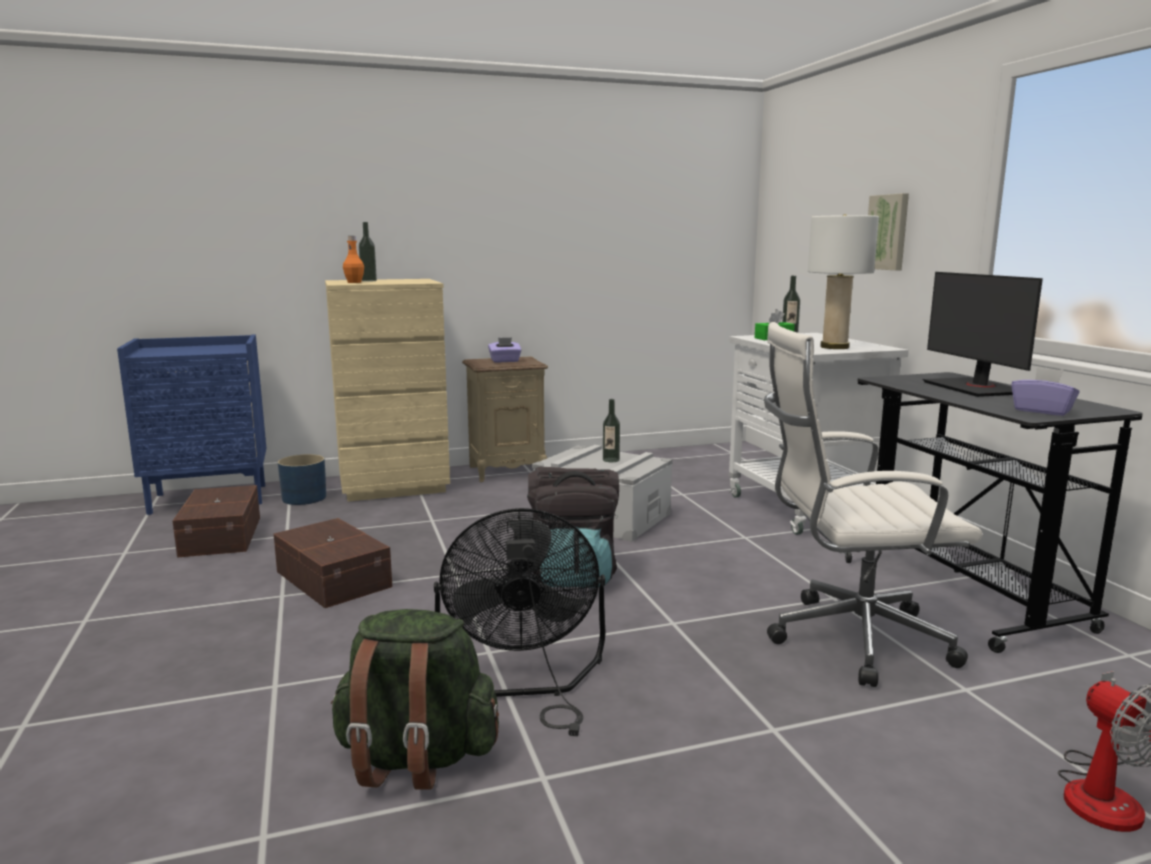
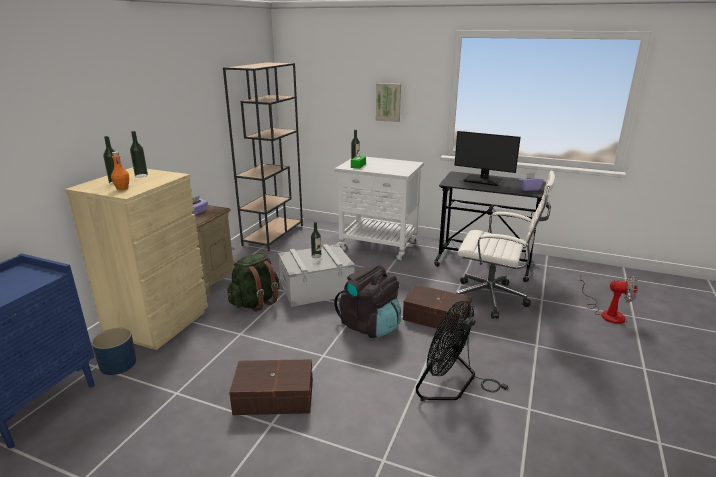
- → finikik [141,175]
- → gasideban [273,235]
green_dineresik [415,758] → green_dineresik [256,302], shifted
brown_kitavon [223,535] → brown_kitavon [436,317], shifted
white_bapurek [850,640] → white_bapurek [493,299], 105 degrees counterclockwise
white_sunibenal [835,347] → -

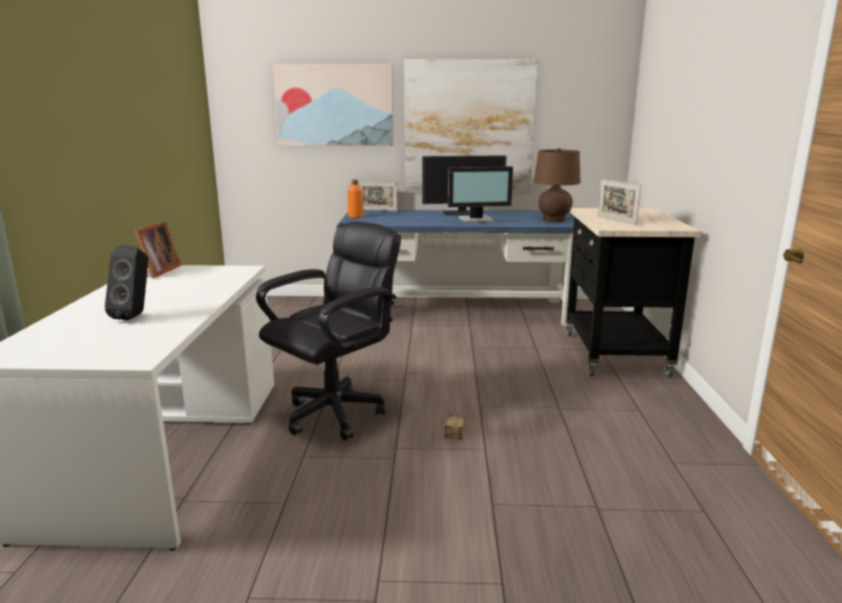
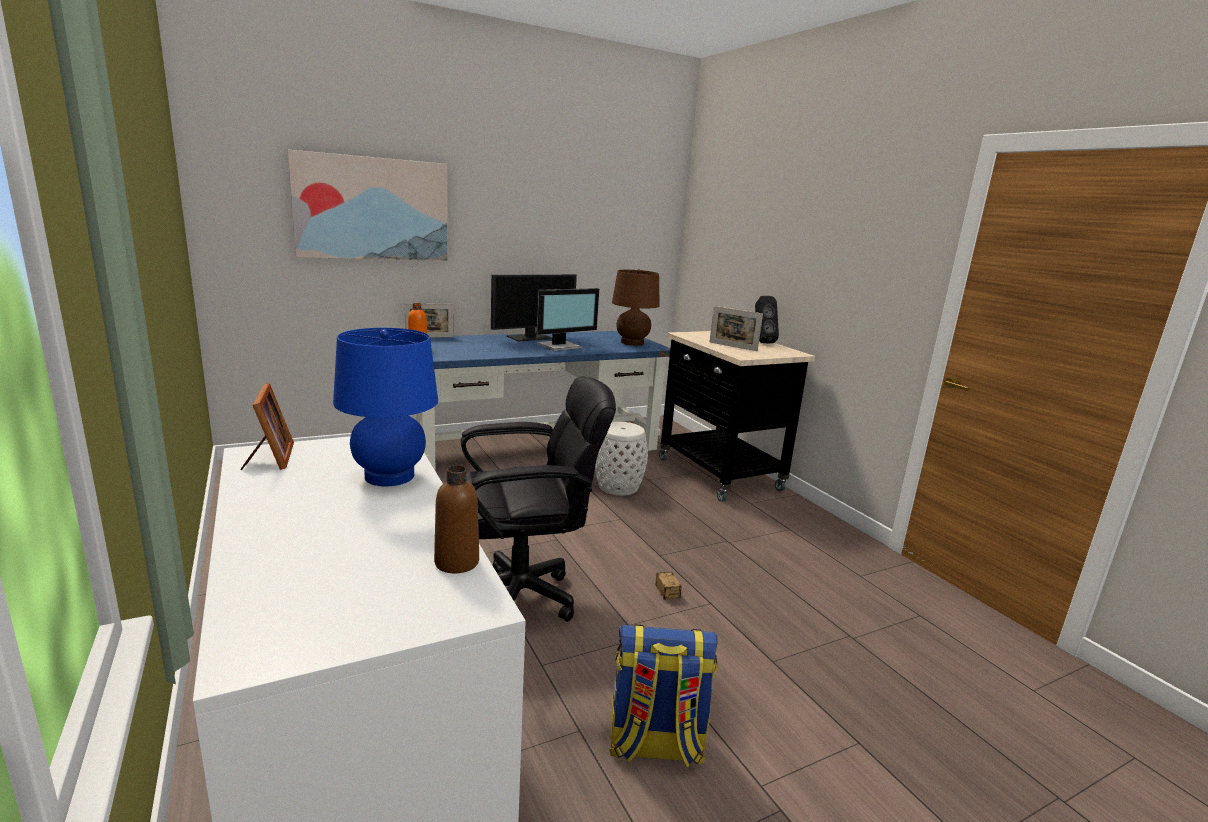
- → blue_sunibenal [389,476]
- → brown_finikik [457,562]
black_bapurek [337,412] → black_bapurek [525,597], 60 degrees clockwise
- → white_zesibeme [618,487]
- → dineresik [655,745]
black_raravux [135,316] → black_raravux [761,342], shifted
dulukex [469,128] → -

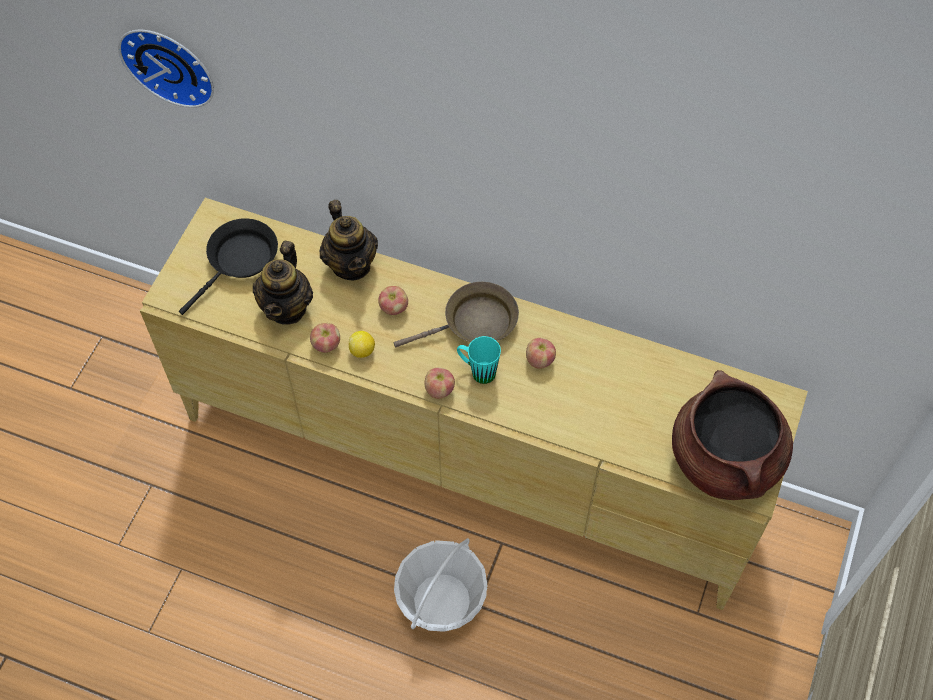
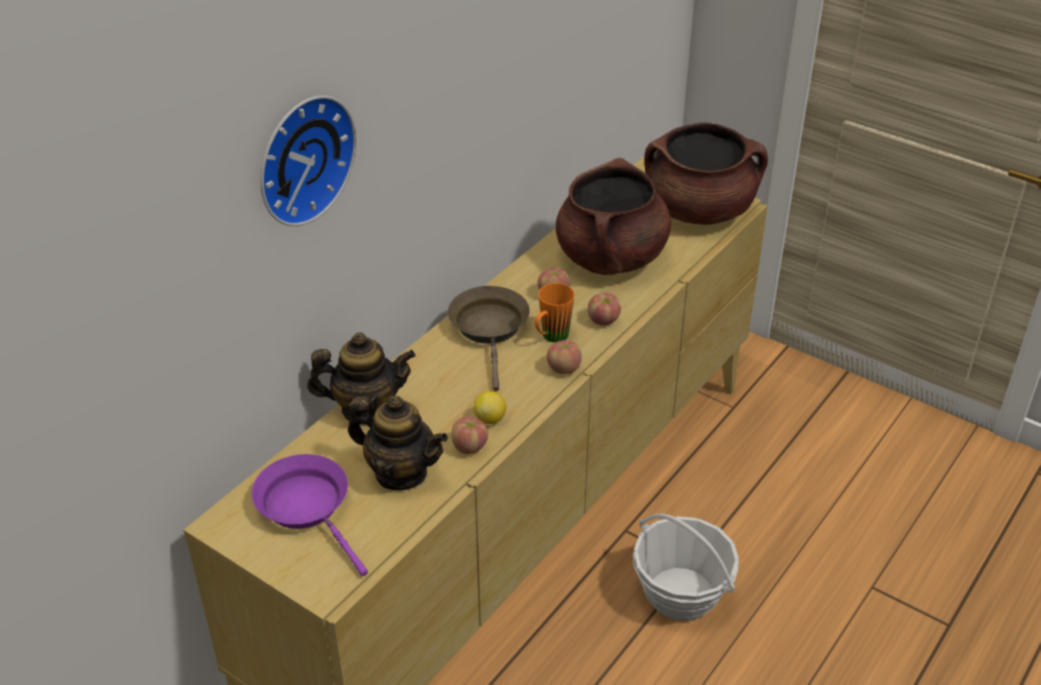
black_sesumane [239,261] → purple_sesumane [308,508]
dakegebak [170,63] → dakegebak [301,158], shifted
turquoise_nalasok [477,371] → orange_nalasok [551,338]
- → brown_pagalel [611,258]
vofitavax [394,308] → vofitavax [603,320], shifted

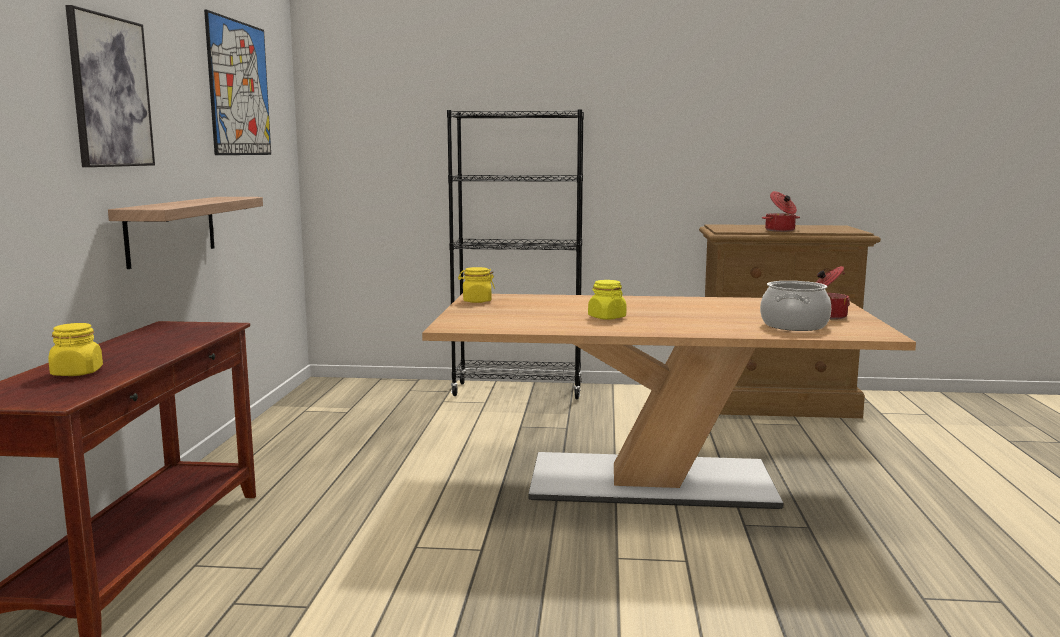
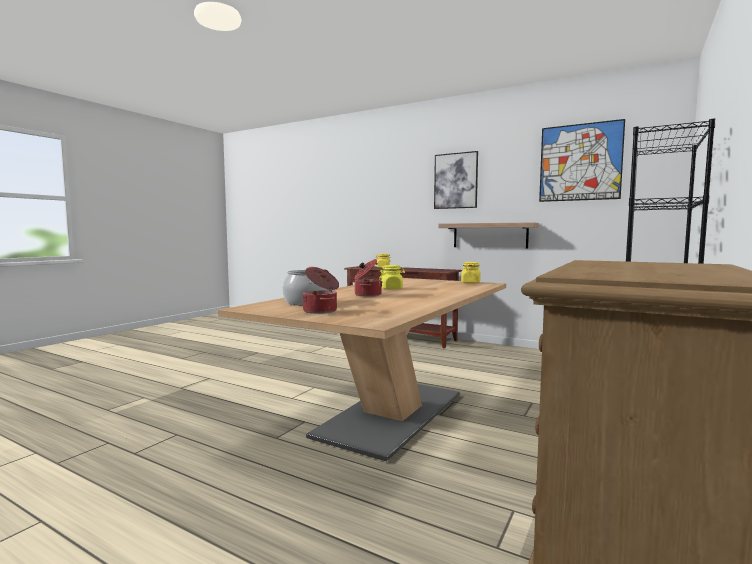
pagalel [780,230] → pagalel [367,295], shifted

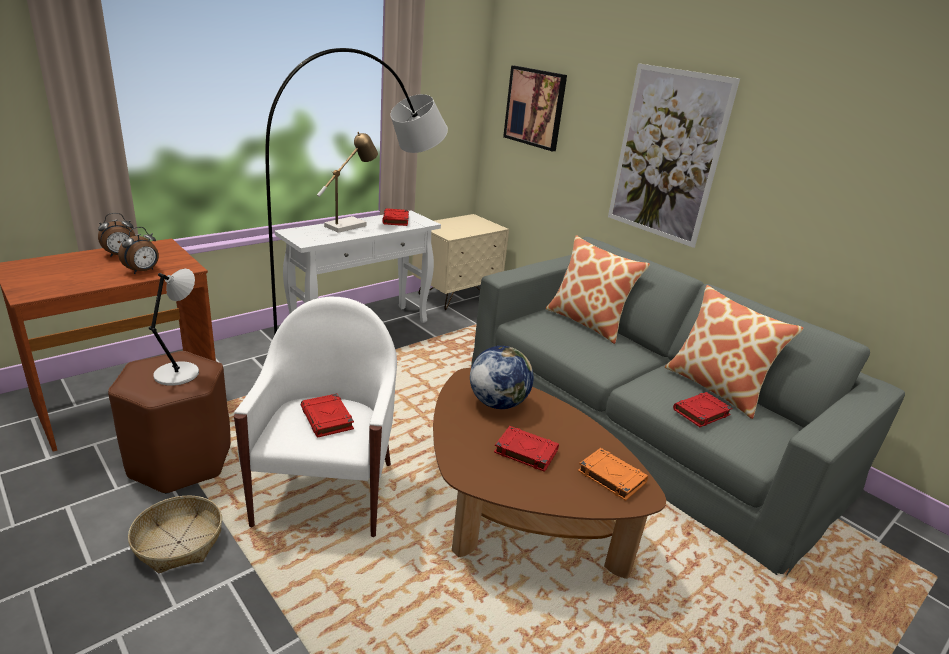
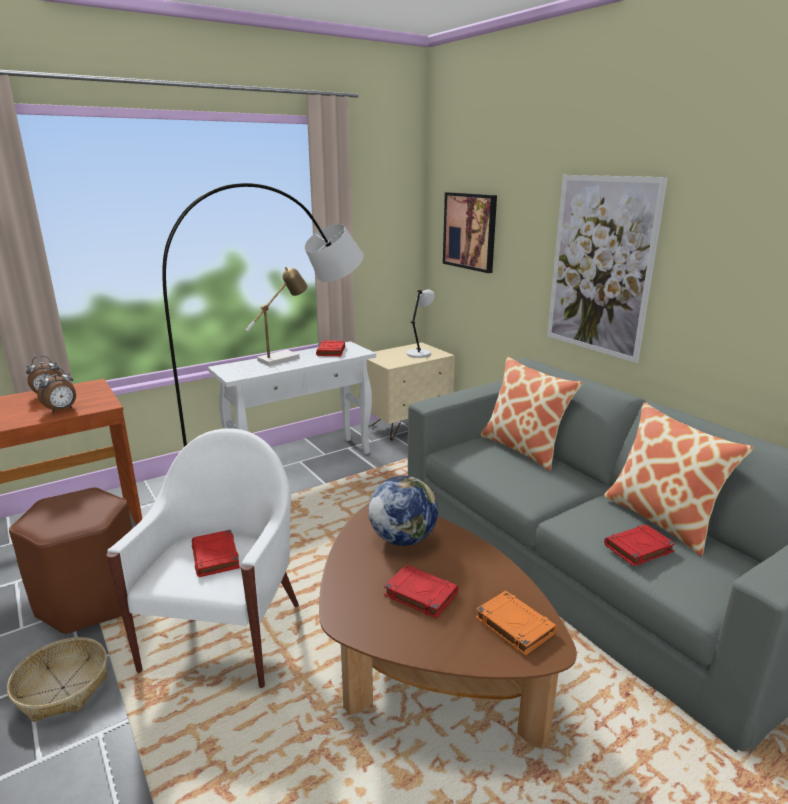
grey_sunibenal [179,373] → grey_sunibenal [419,353], shifted

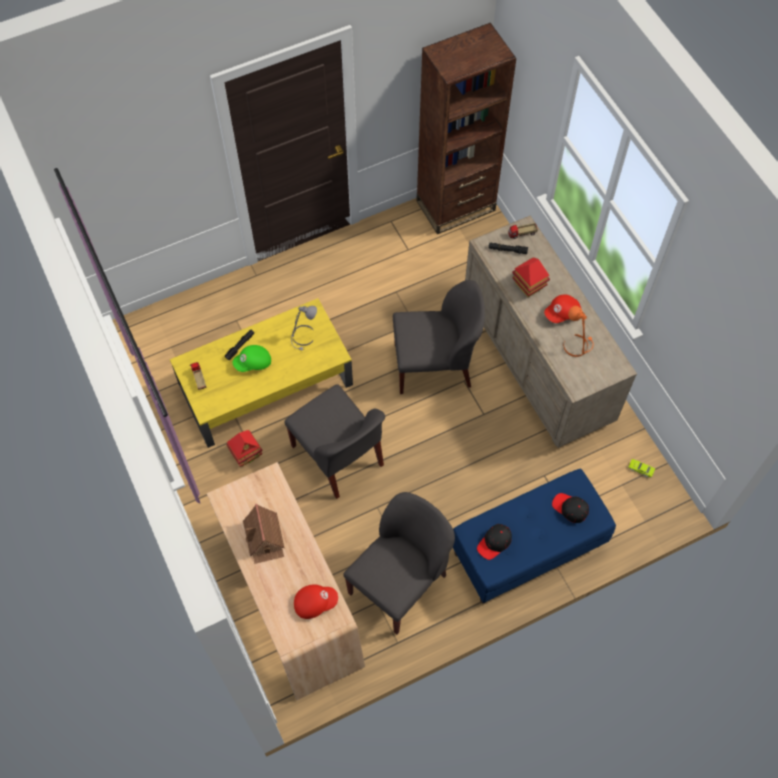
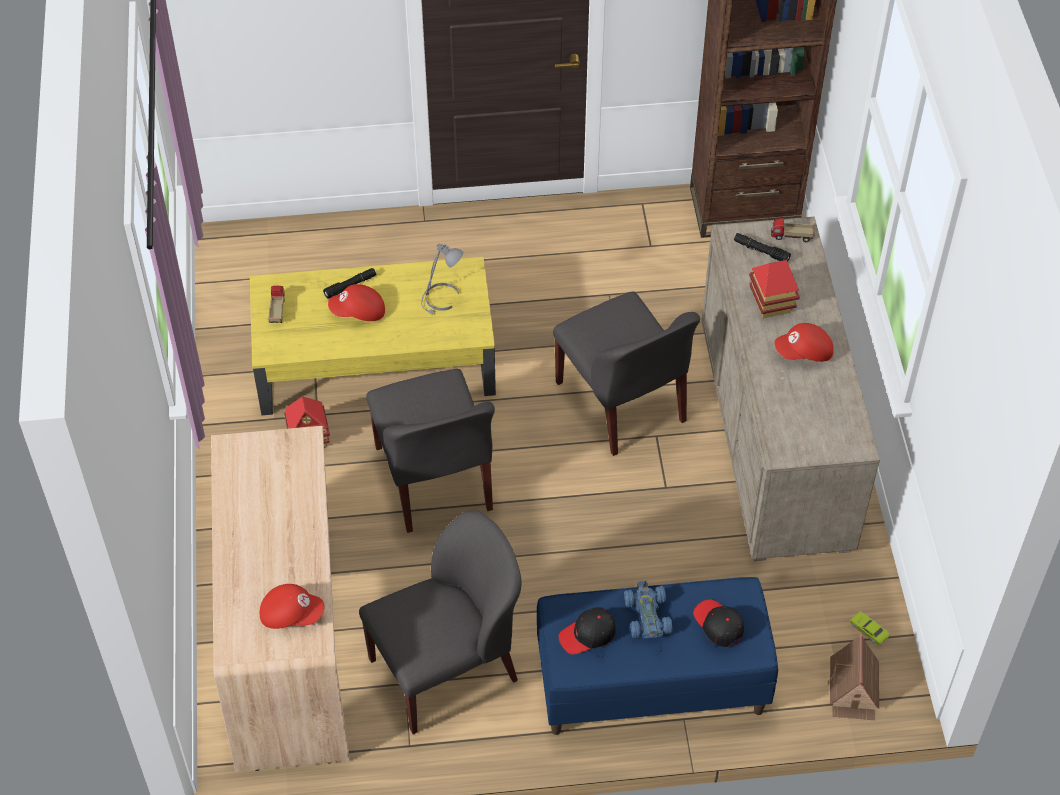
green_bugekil [253,363] → red_bugekil [358,312]
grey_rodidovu [434,365] → grey_rodidovu [622,404], 45 degrees clockwise
- → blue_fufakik [647,615]
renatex [264,538] → renatex [853,689], shifted
orange_sunibenal [576,345] → -

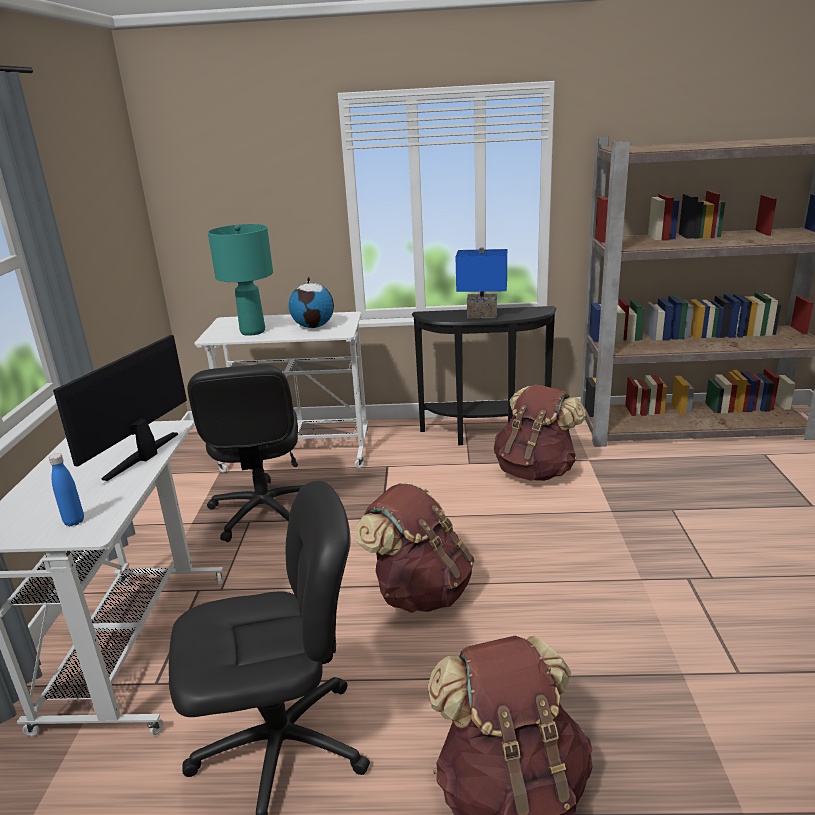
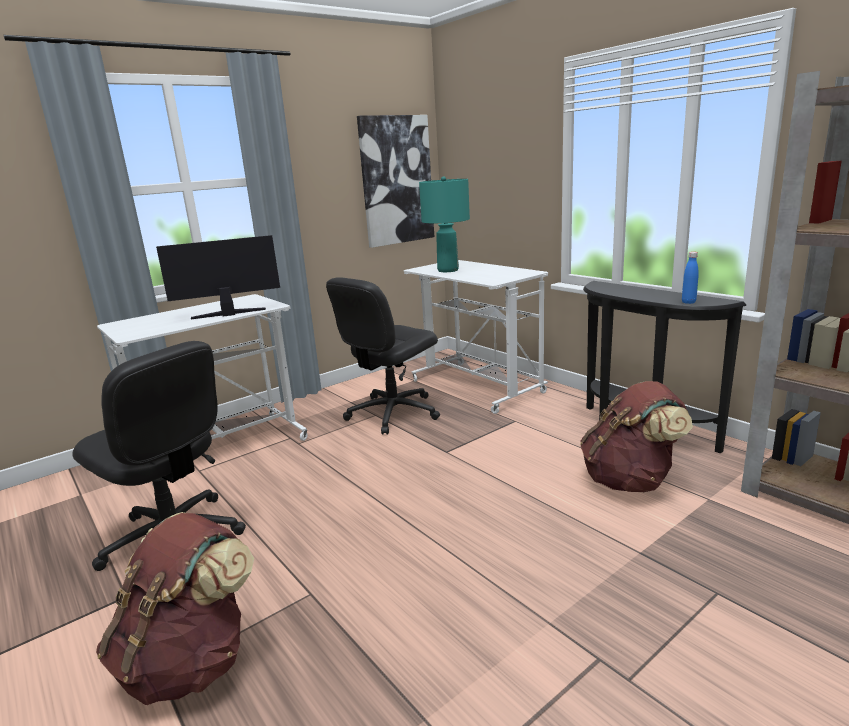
- → dulukex [396,181]
blue_finikik [74,521] → blue_finikik [688,302], shifted
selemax [314,326] → -
brown_dineresik [419,591] → -
blue_sunibenal [482,315] → -

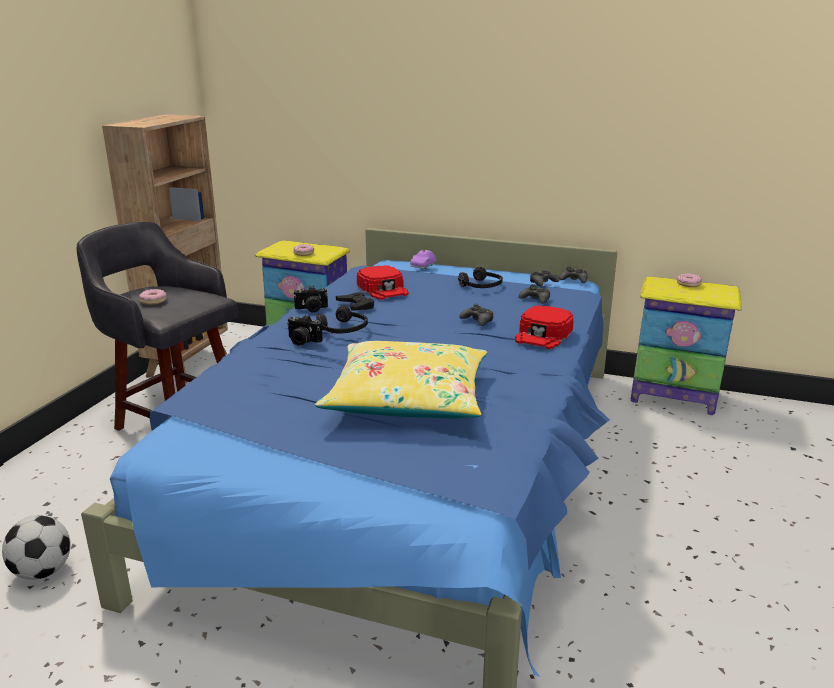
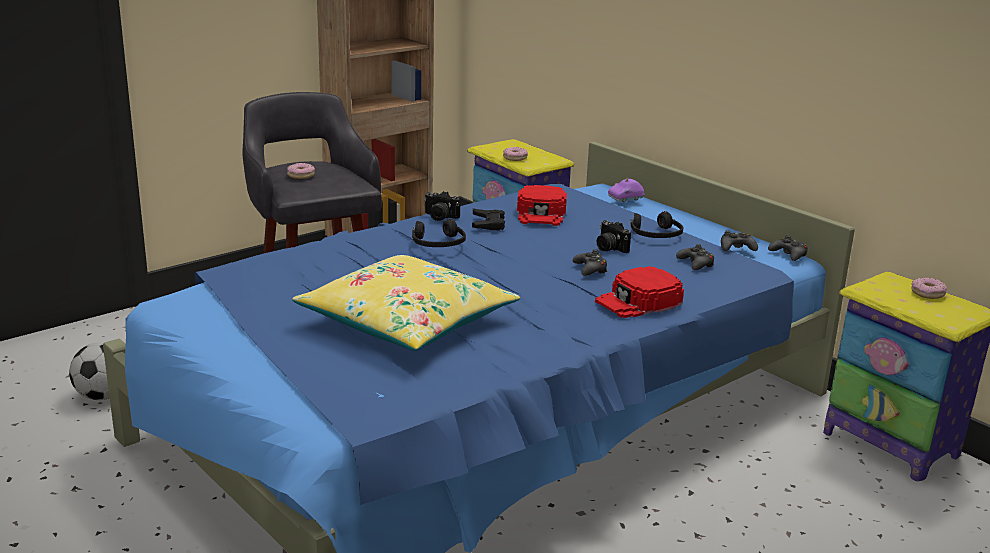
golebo [302,341] → golebo [609,248], shifted

